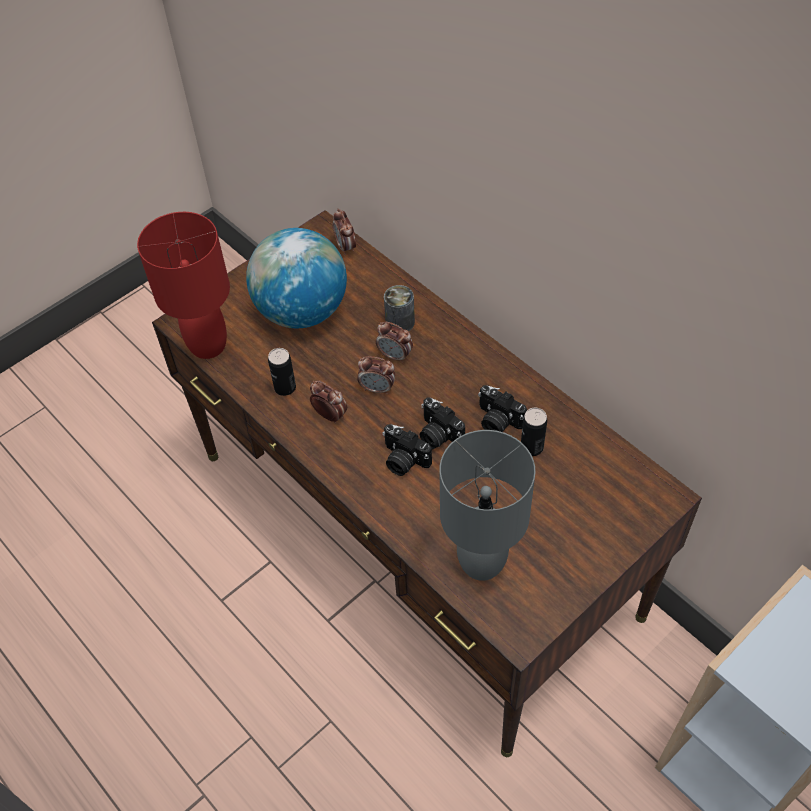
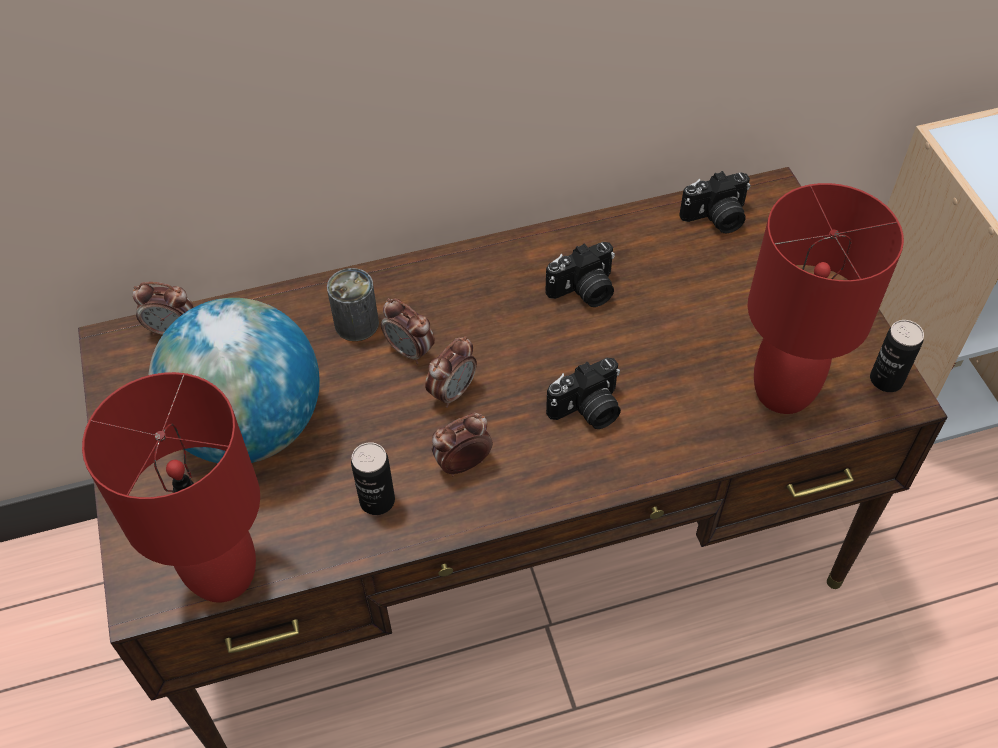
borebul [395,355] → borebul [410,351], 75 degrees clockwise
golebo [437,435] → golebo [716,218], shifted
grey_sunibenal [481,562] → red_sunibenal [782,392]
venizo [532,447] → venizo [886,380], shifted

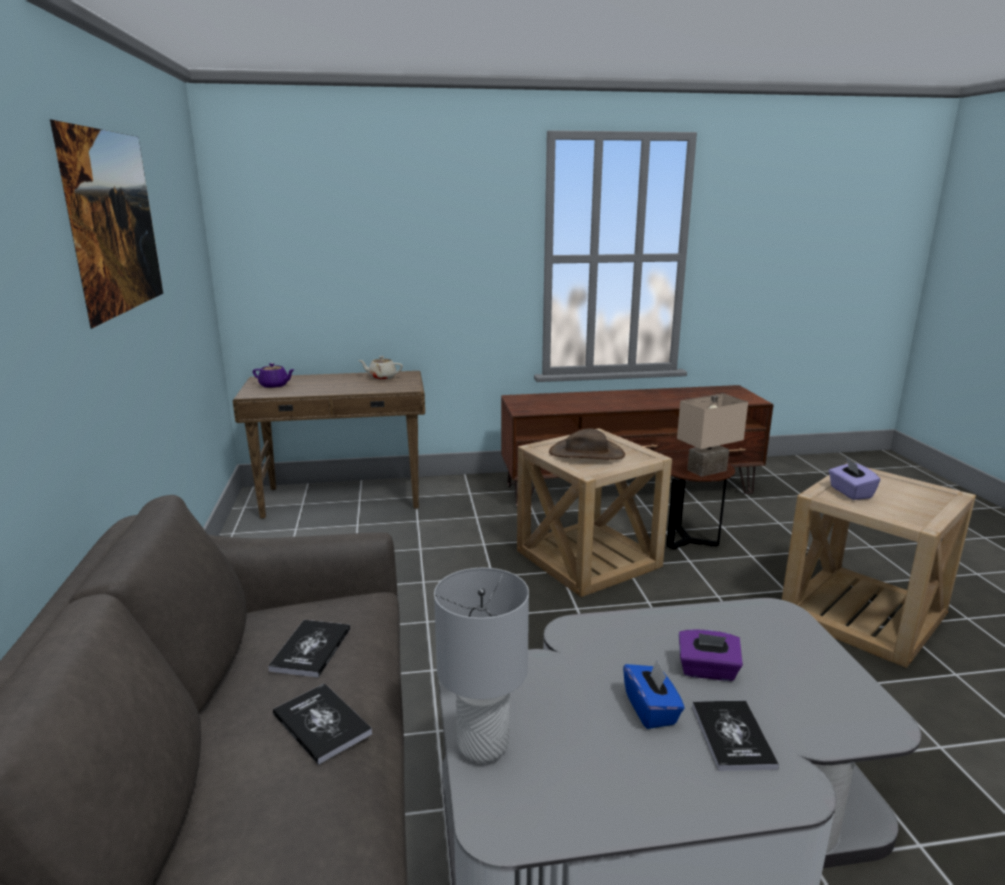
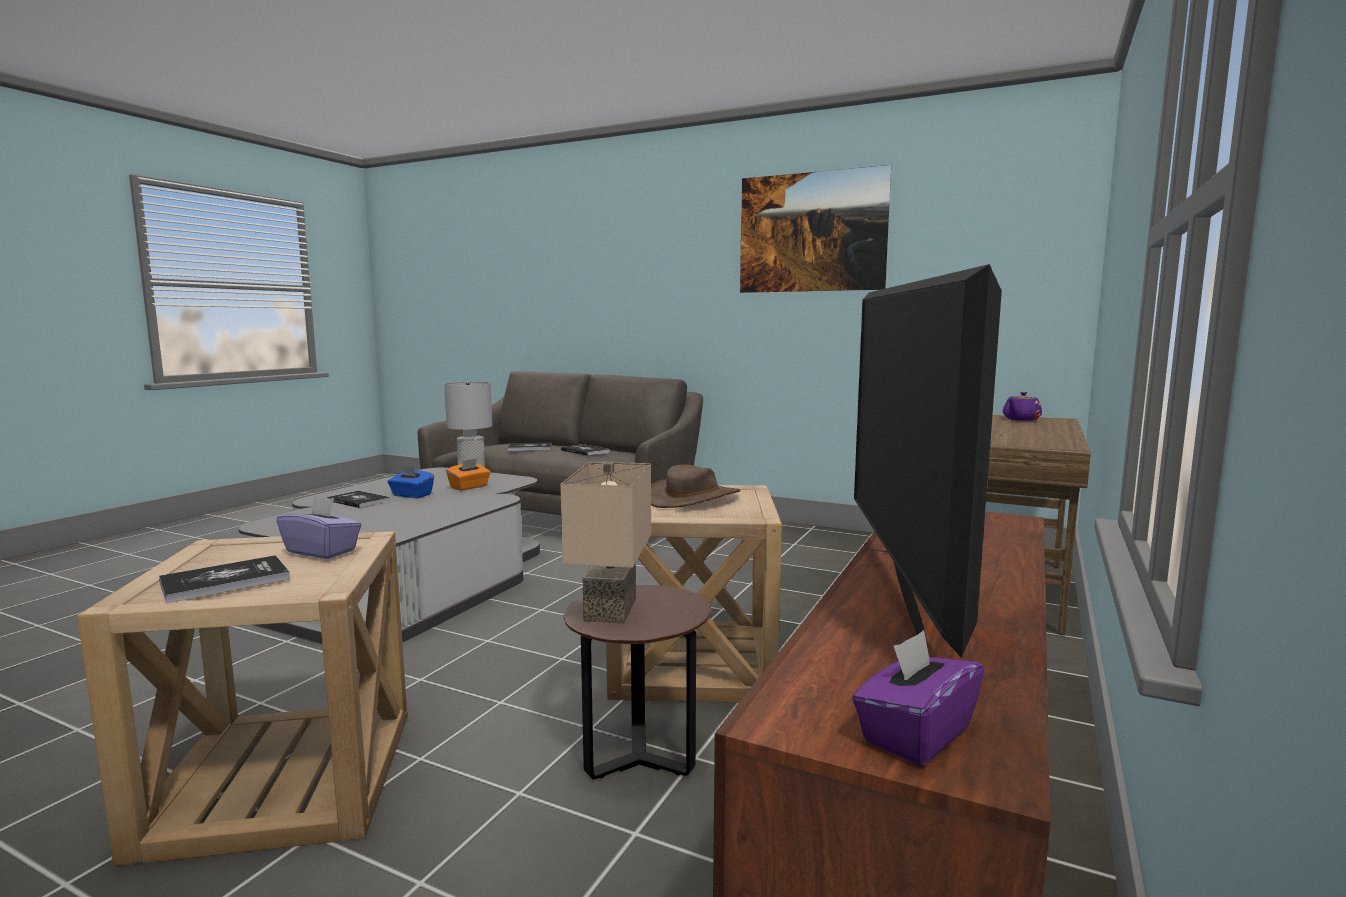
- → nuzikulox [225,581]
- → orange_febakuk [469,487]
purple_febakuk [707,671] → purple_febakuk [915,734], shifted
- → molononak [897,590]
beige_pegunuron [381,377] → -

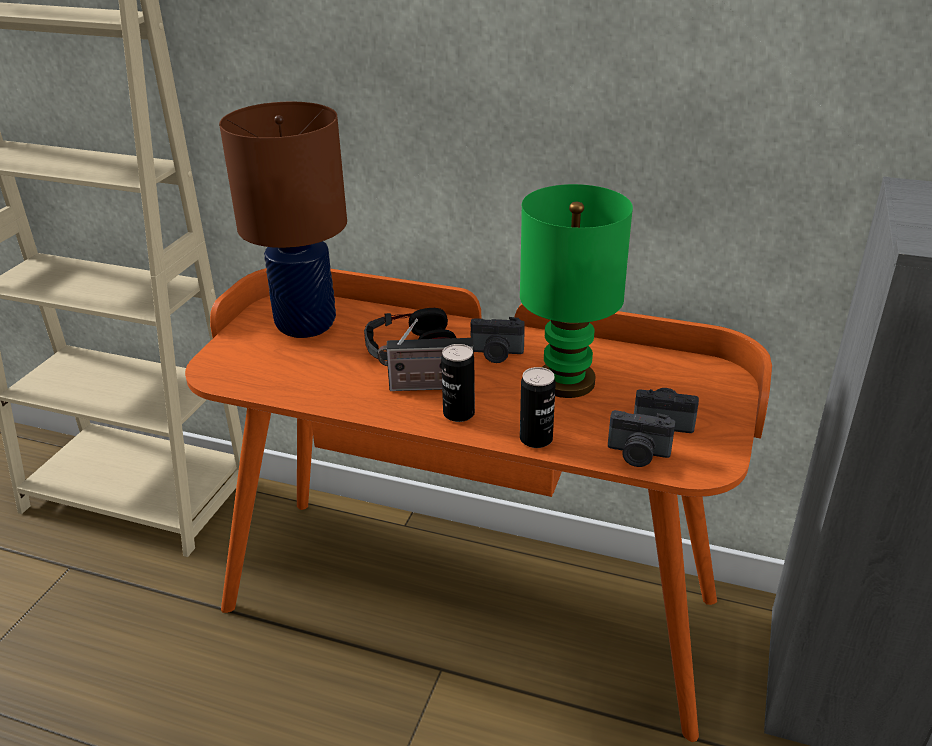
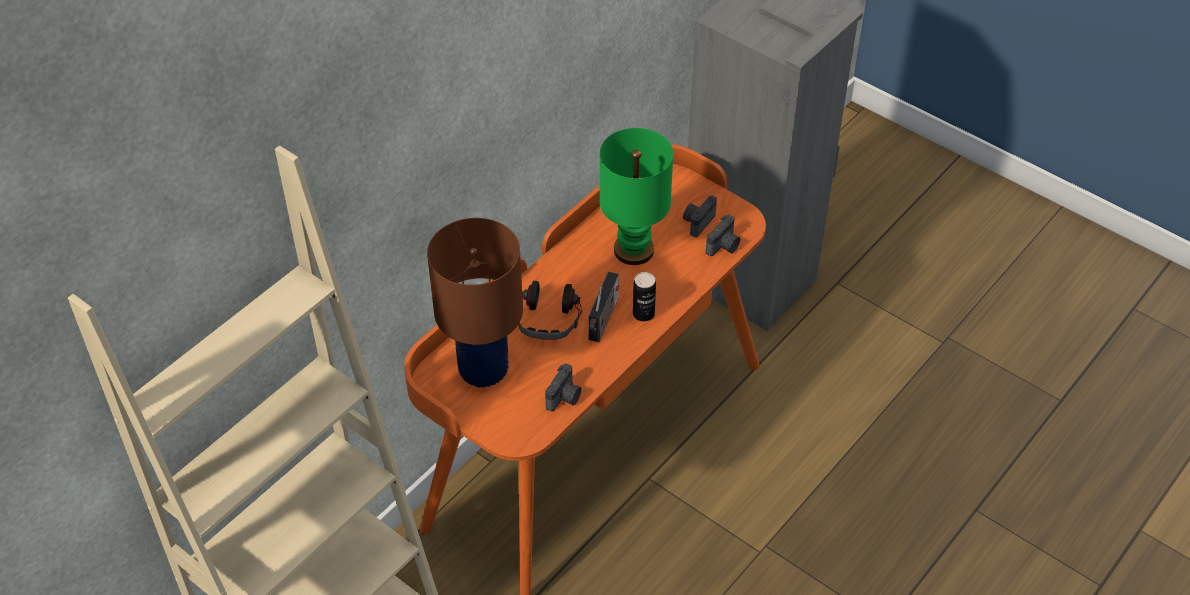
golebo [496,354] → golebo [564,397], shifted
venizo [536,439] → -

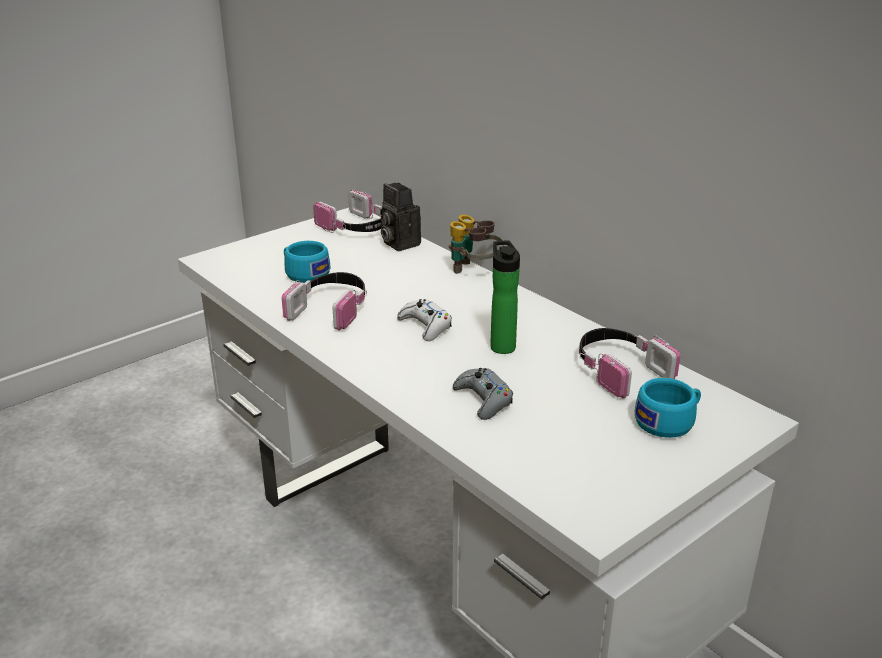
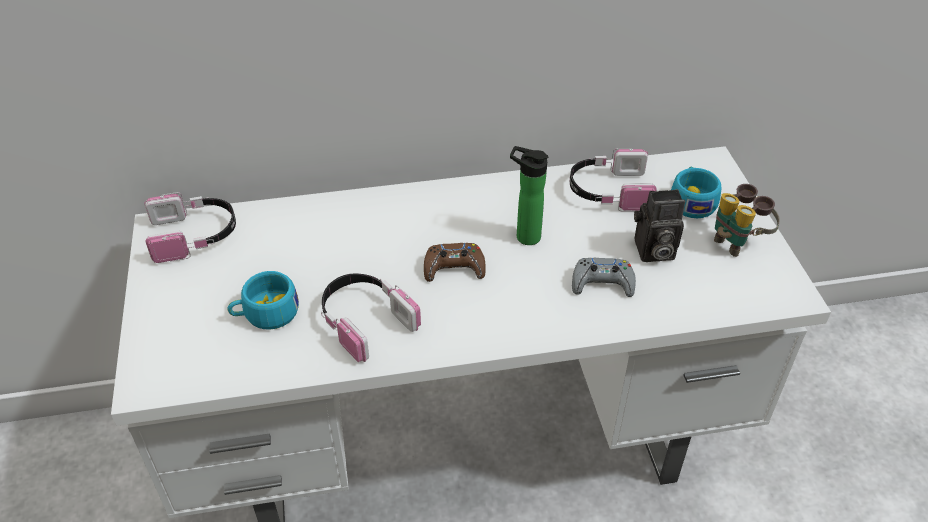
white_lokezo [425,326] → brown_lokezo [454,268]
golebo [398,243] → golebo [652,252], shifted
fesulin [474,271] → fesulin [737,241], shifted

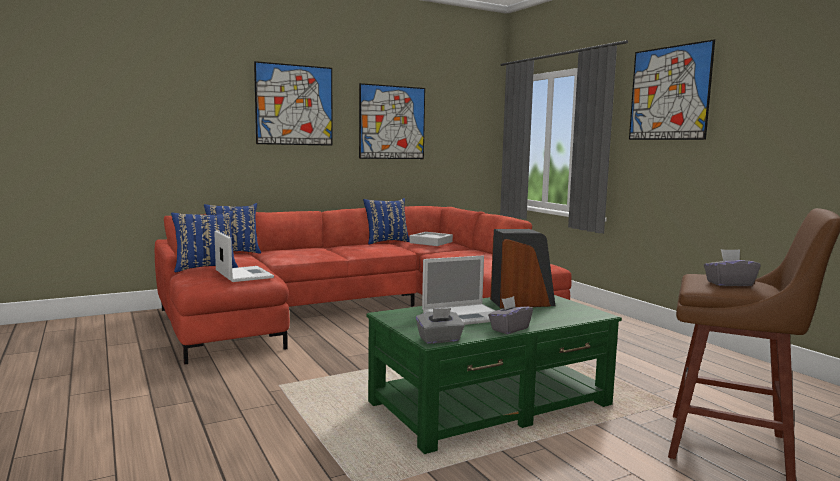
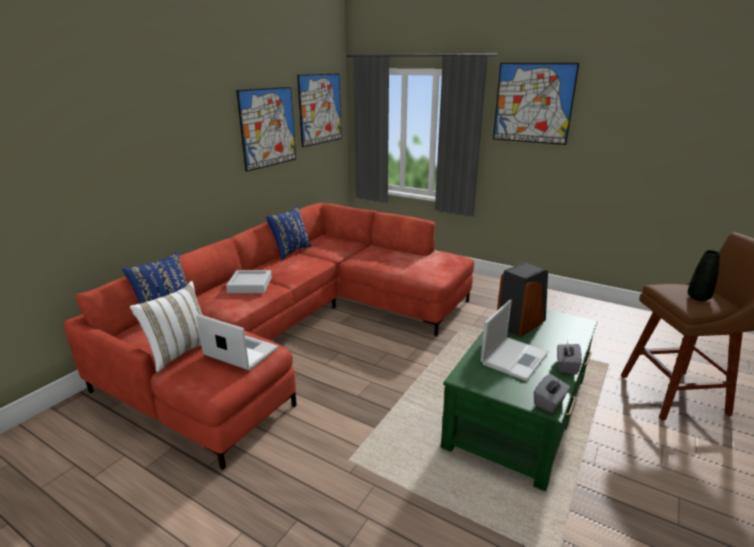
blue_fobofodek [205,268] → white_fobofodek [180,351]
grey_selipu [431,242] → grey_selipu [250,285], shifted
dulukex [294,105] → dulukex [320,109], shifted
grey_febakuk [729,283] → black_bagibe [698,297]

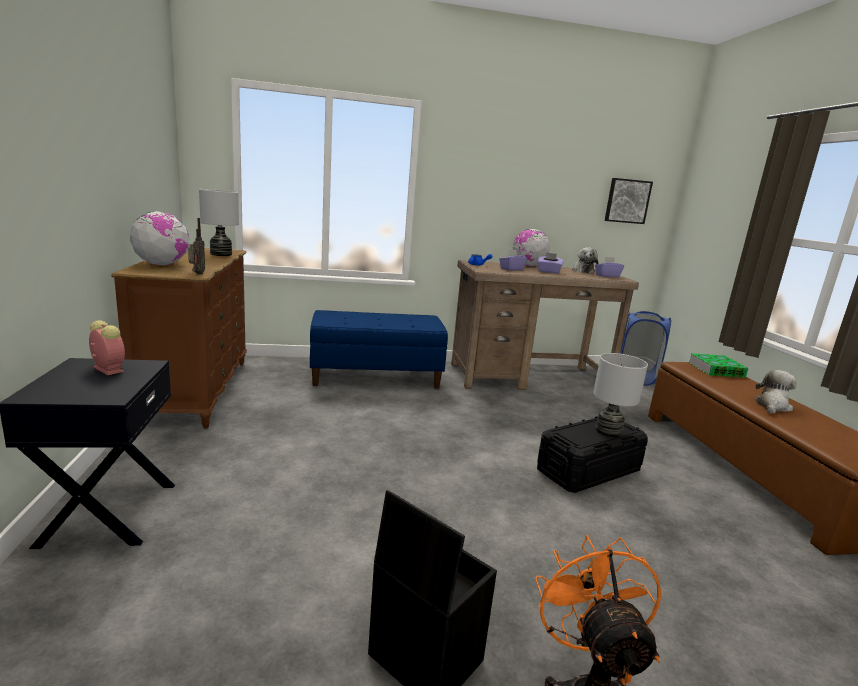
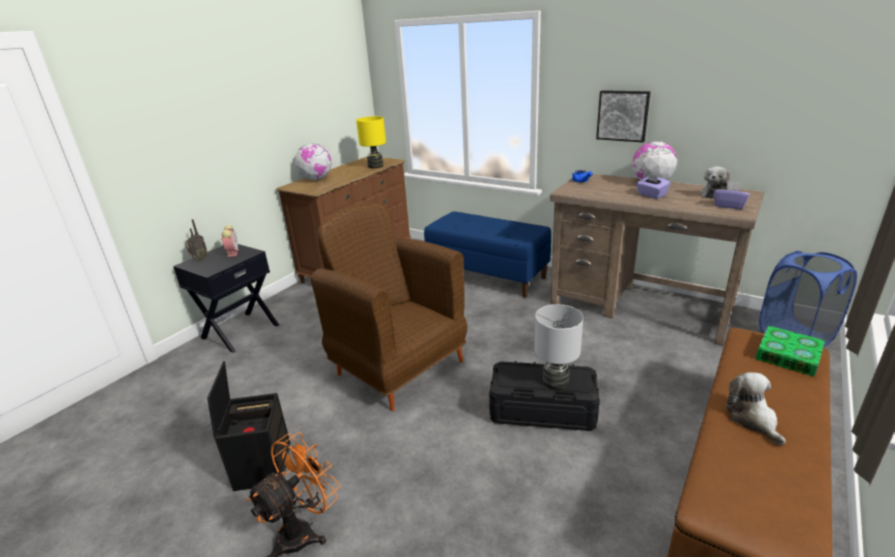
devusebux [197,274] → devusebux [199,259], shifted
- → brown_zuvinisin [399,367]
grey_sunibenal [221,254] → yellow_sunibenal [375,166]
dulukex [627,201] → dulukex [623,115], shifted
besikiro [772,406] → besikiro [752,419], 90 degrees counterclockwise
purple_febakuk [511,269] → -

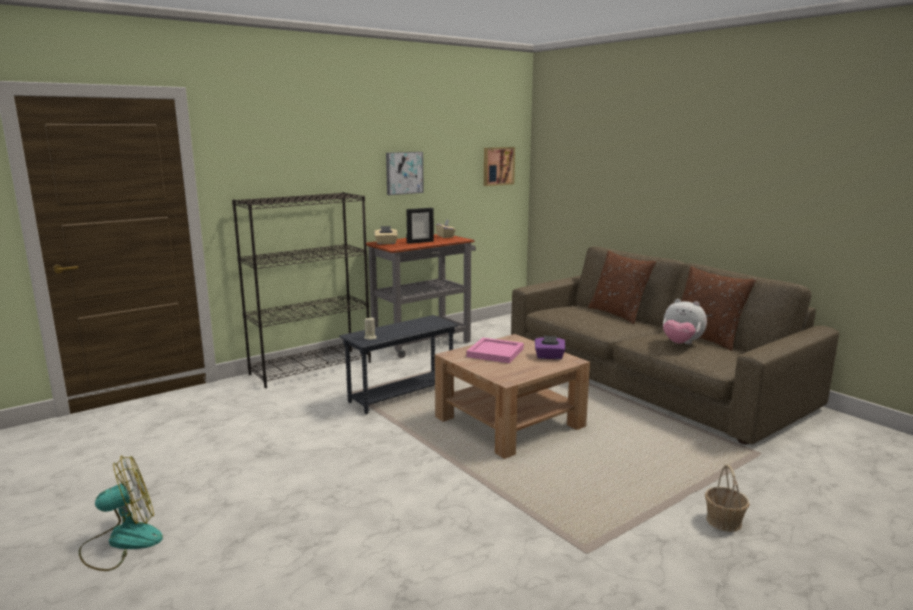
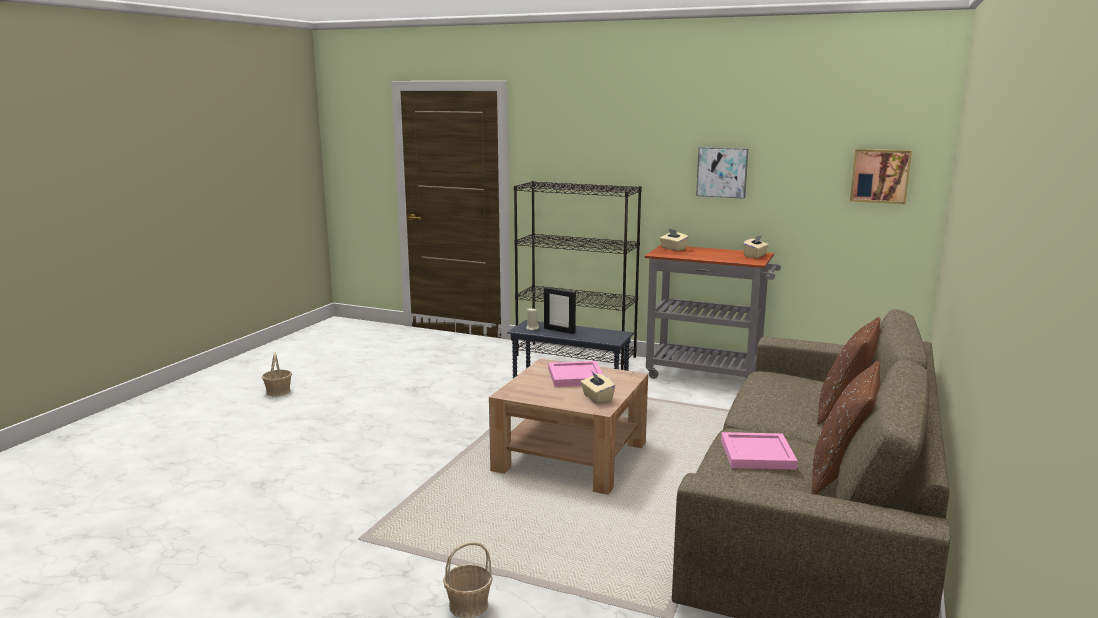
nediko [122,542] → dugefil [278,392]
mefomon [420,242] → mefomon [559,330], shifted
purple_febakuk [549,357] → beige_febakuk [597,398]
besikiro [681,344] → pink_selipu [758,454]

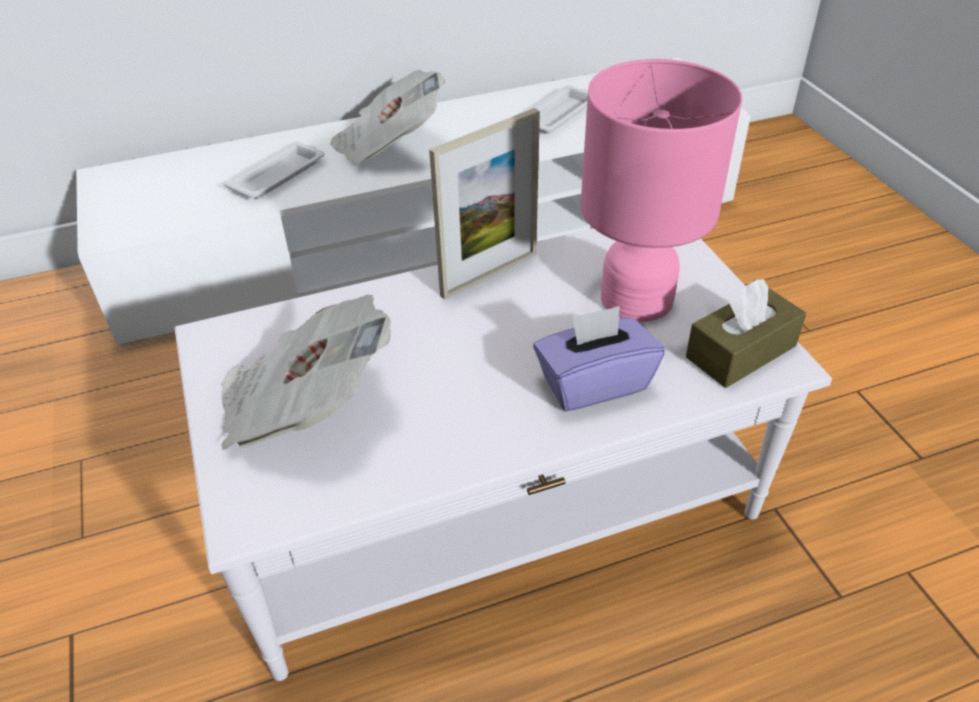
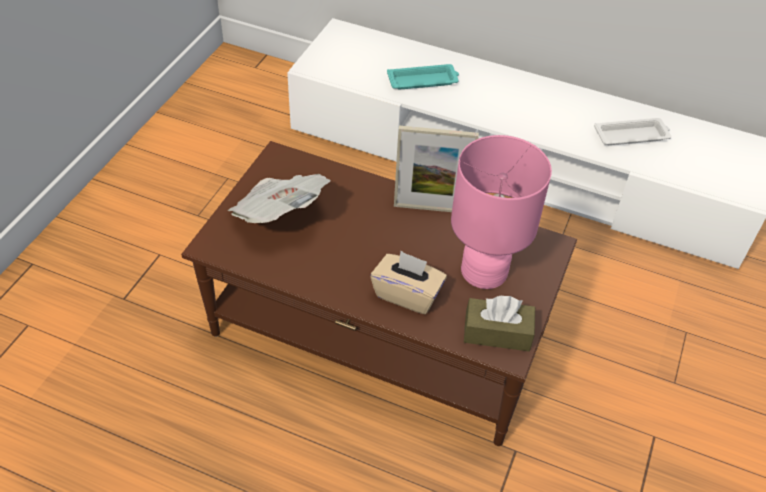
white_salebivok [495,501] → brown_salebivok [380,334]
purple_febakuk [593,383] → beige_febakuk [407,294]
white_selipu [278,175] → turquoise_selipu [423,81]
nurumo [388,145] → -

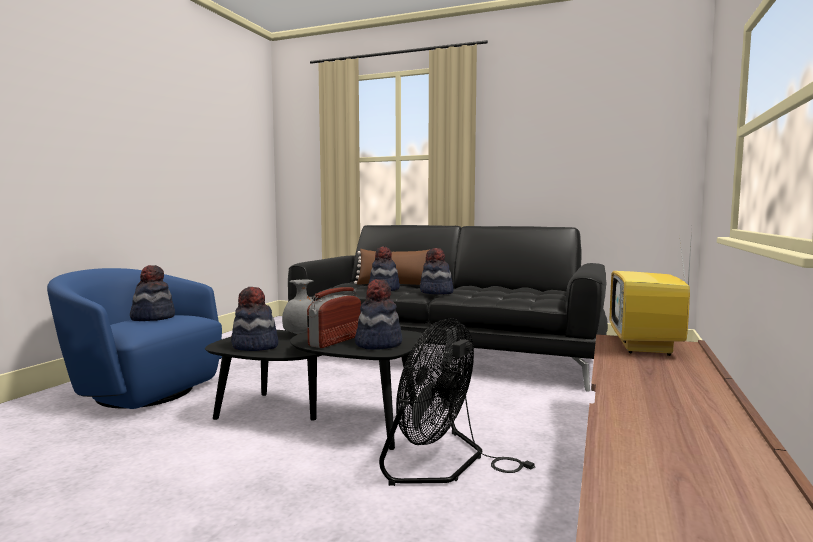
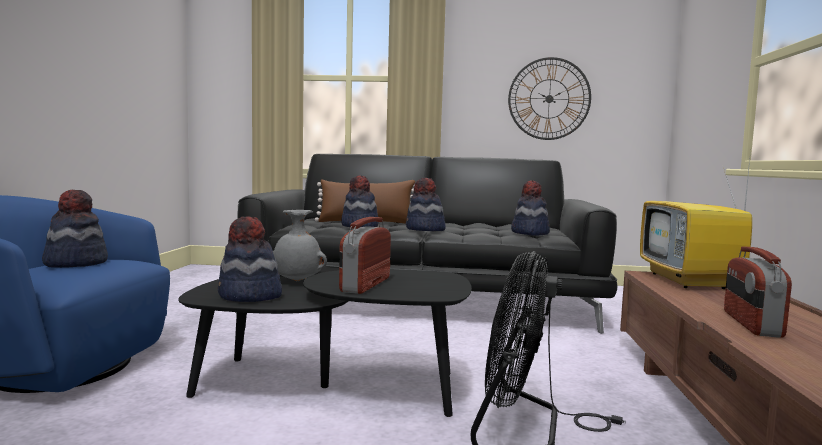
- → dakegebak [549,99]
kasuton [378,344] → kasuton [529,233], shifted
- → devusebux [750,324]

